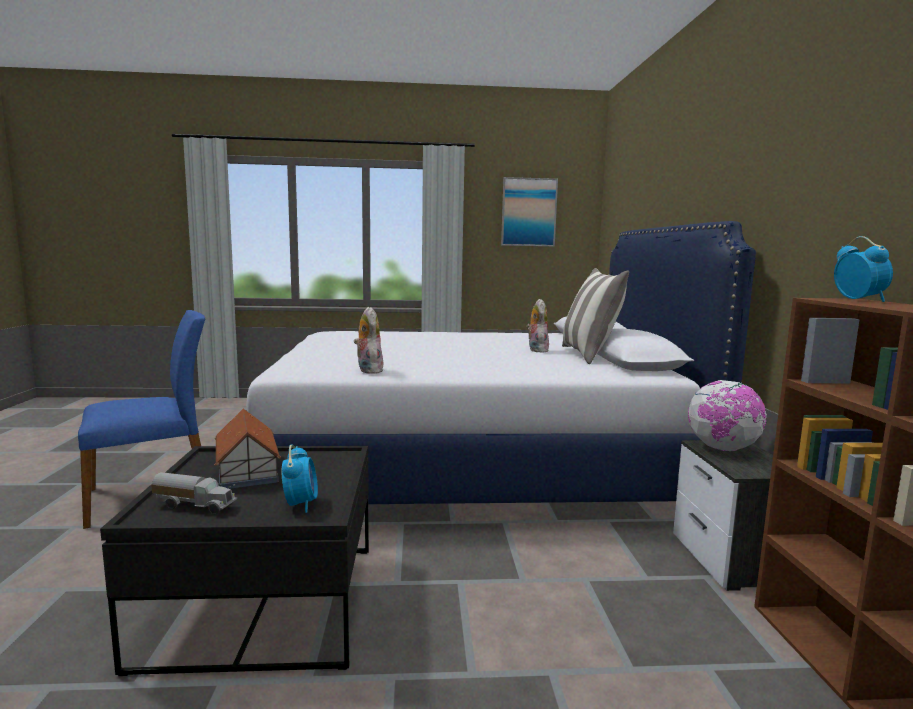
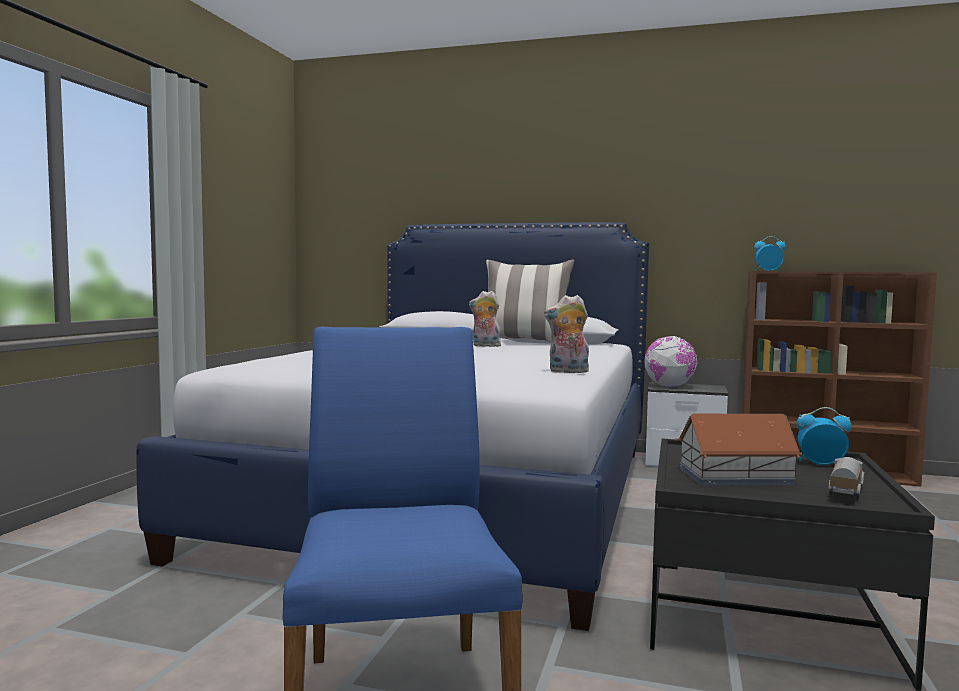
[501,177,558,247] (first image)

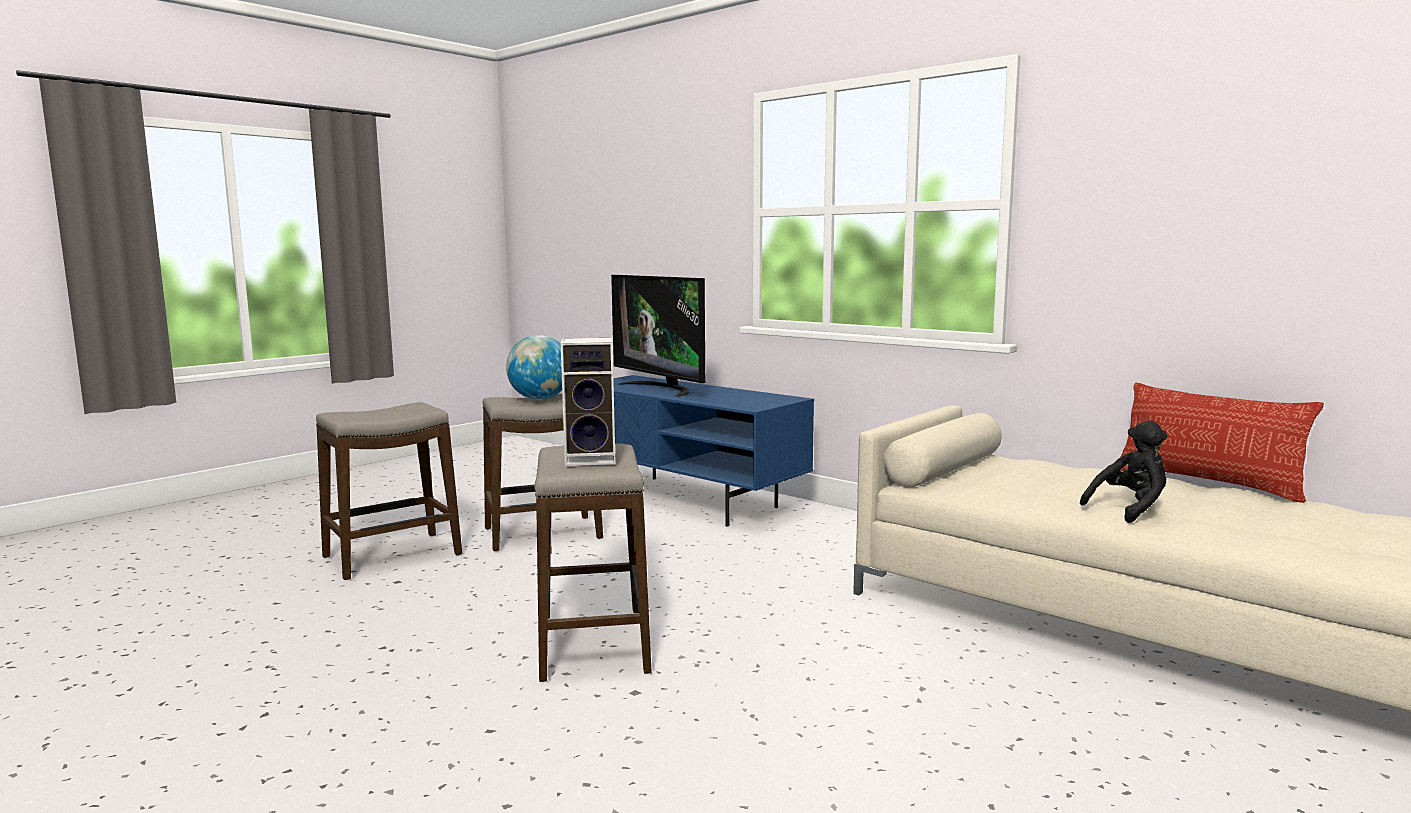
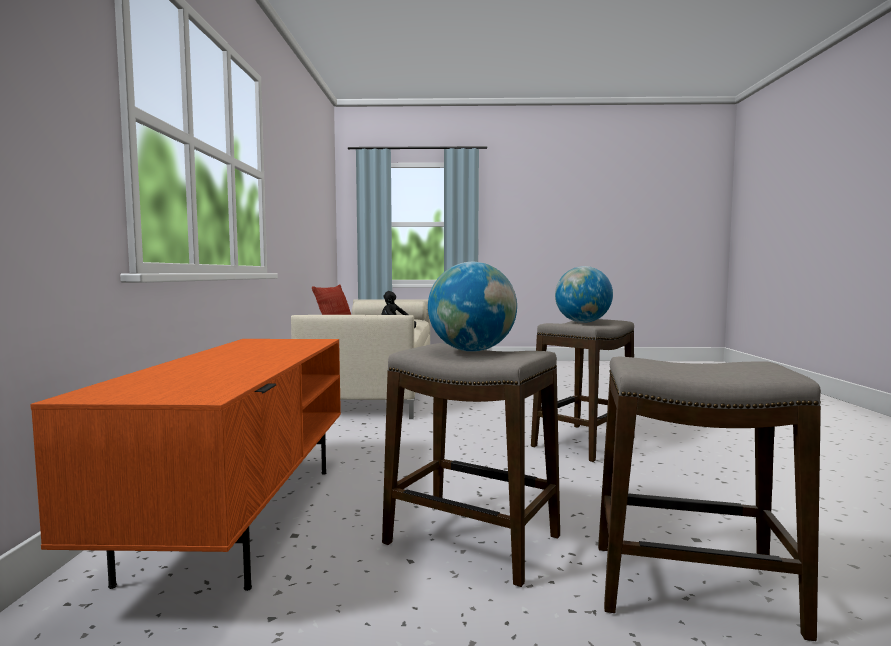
[611,275,705,397] (first image)
[555,266,613,323]
[30,339,341,591]

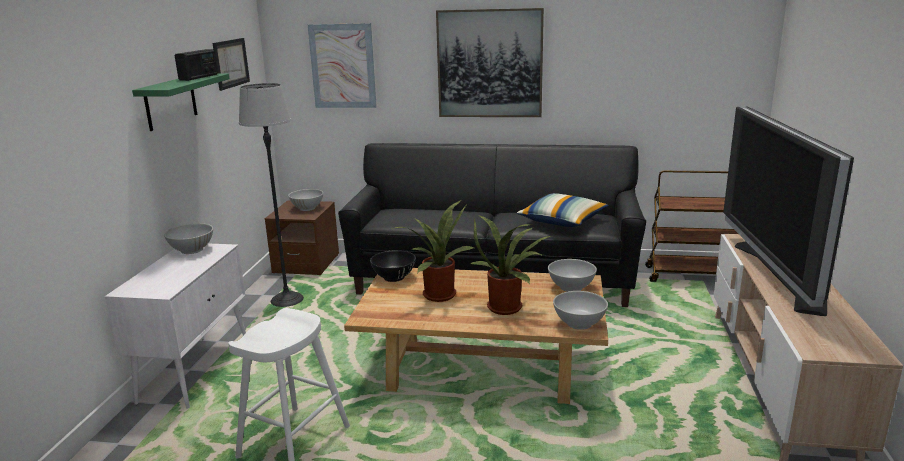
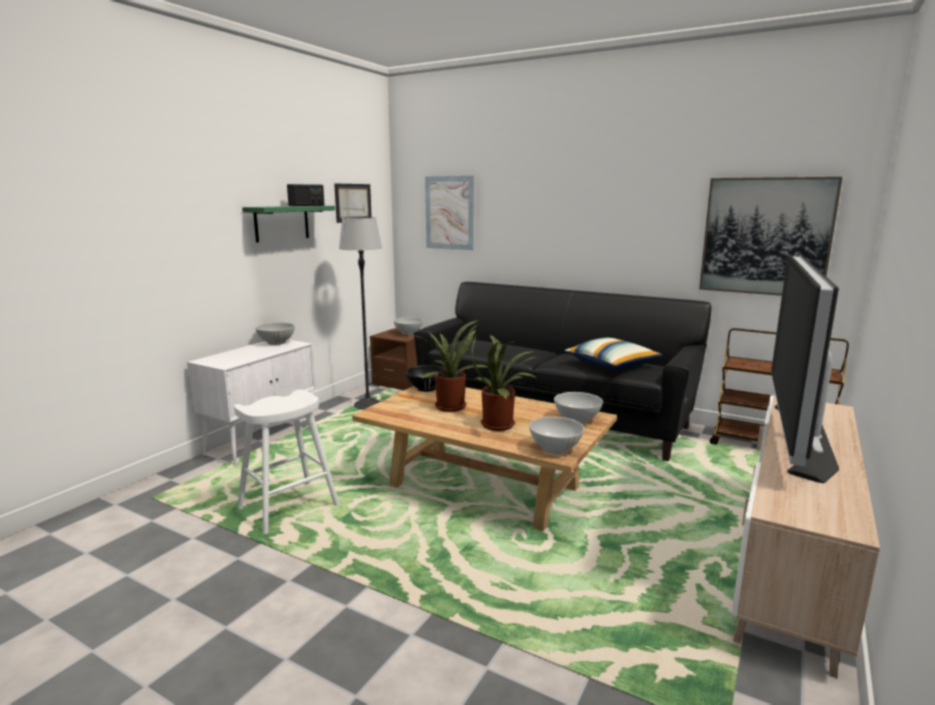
[699,177,843,296]

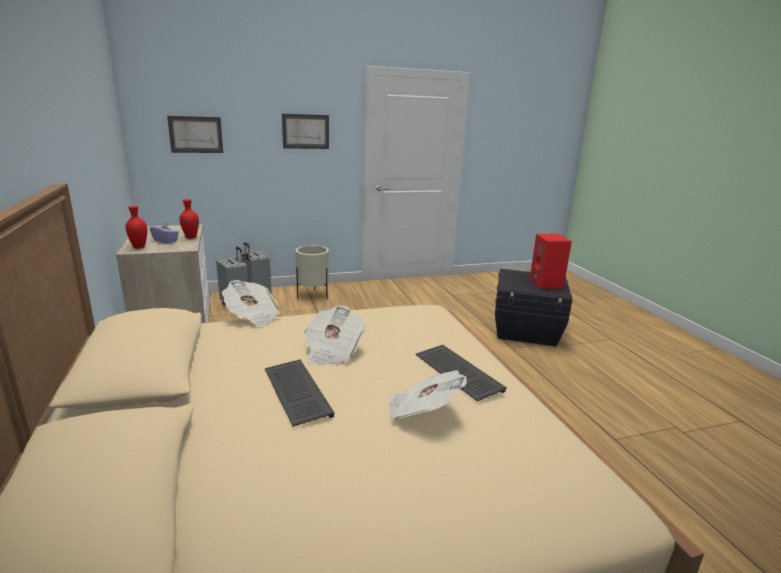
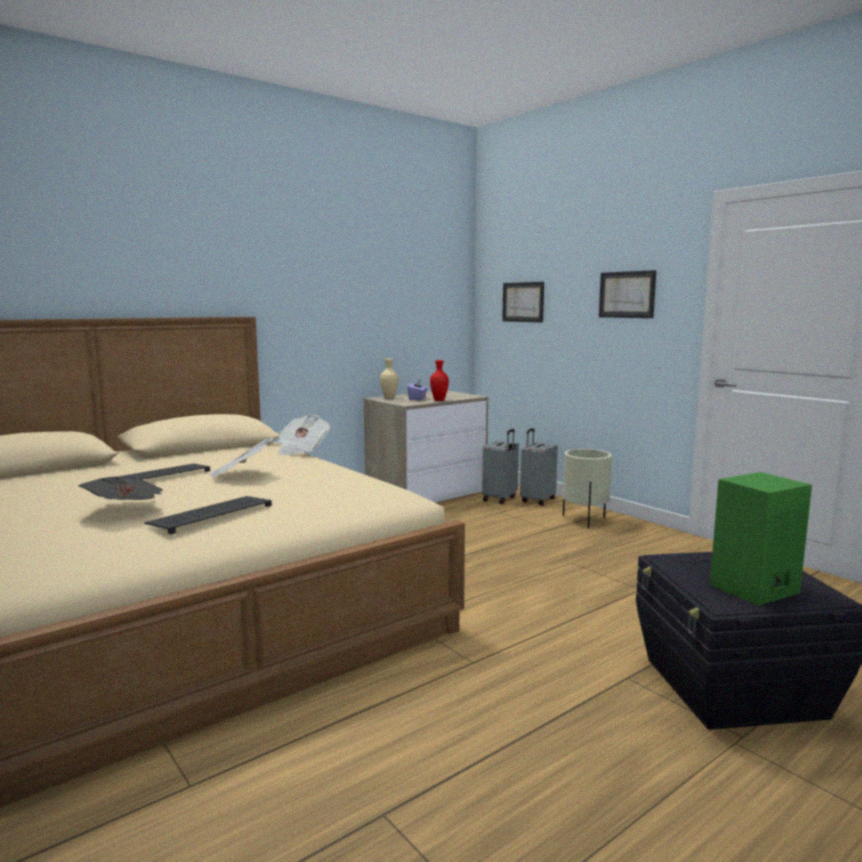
[380,359,398,399]
[710,472,812,606]

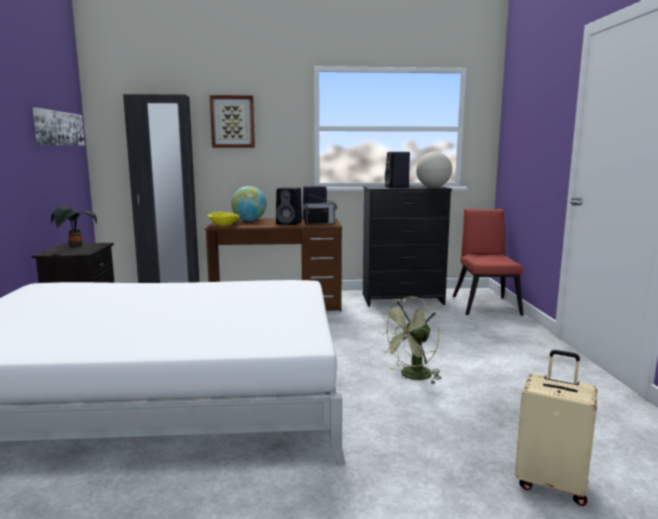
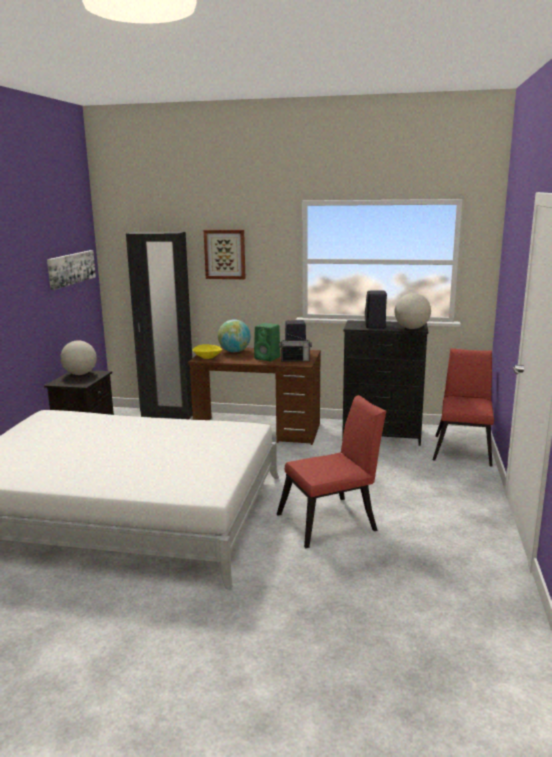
[254,323,280,361]
[60,340,97,375]
[277,395,386,548]
[515,350,597,506] (first image)

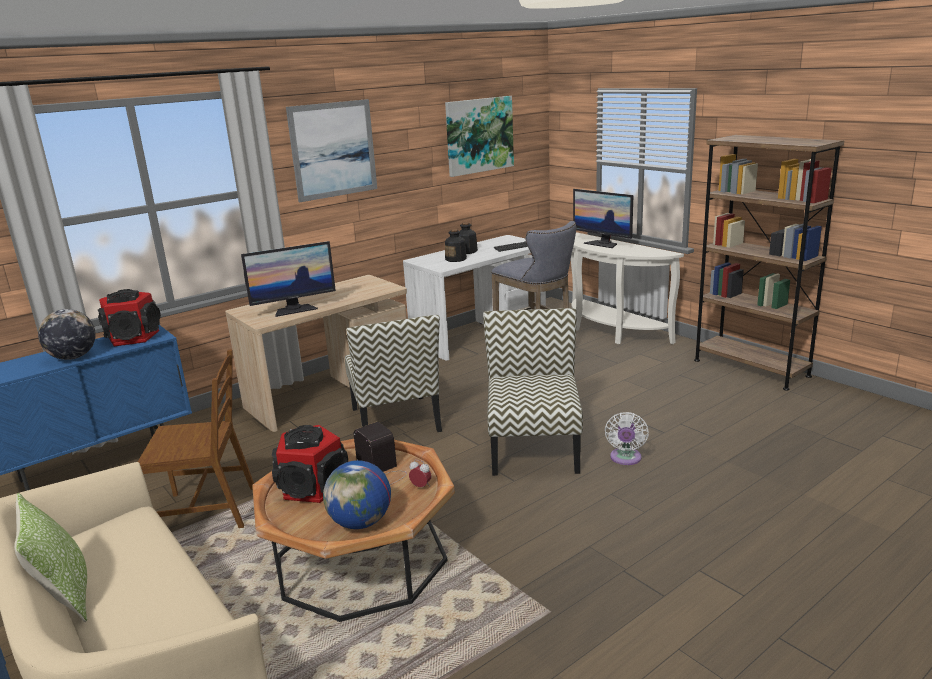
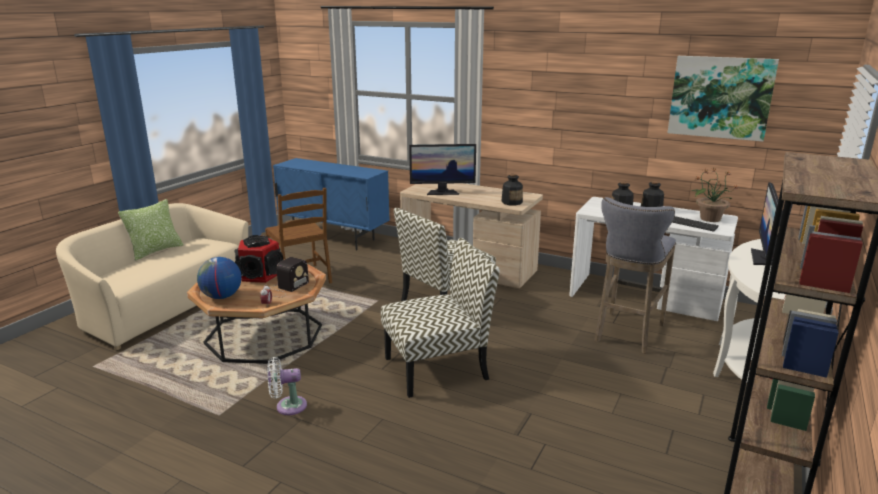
[286,99,377,202] (first image)
[409,144,476,195]
[97,289,161,346] (first image)
[38,309,96,360] (first image)
[267,357,307,415]
[691,168,738,222]
[501,174,523,205]

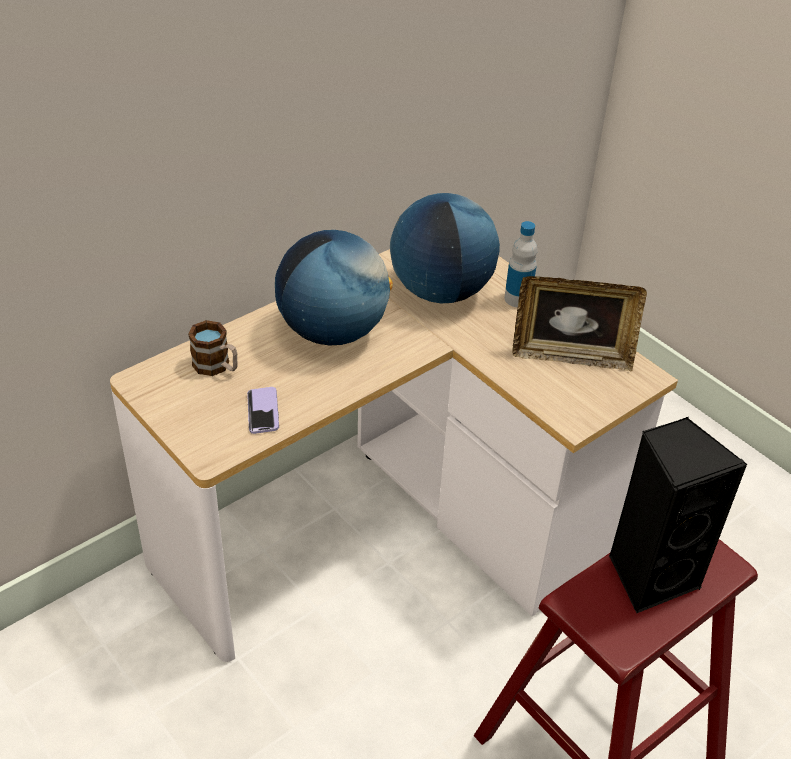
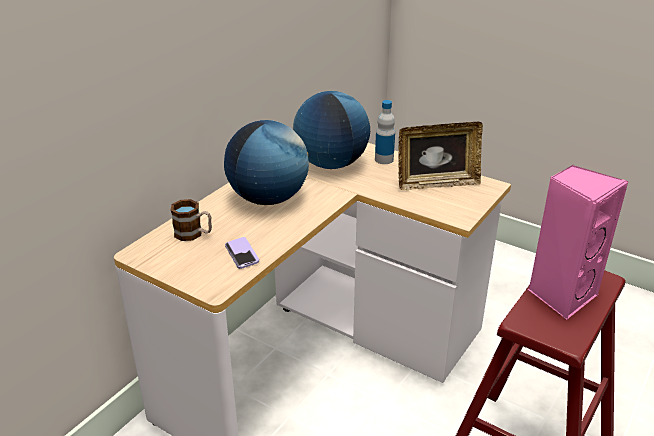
[528,165,628,319]

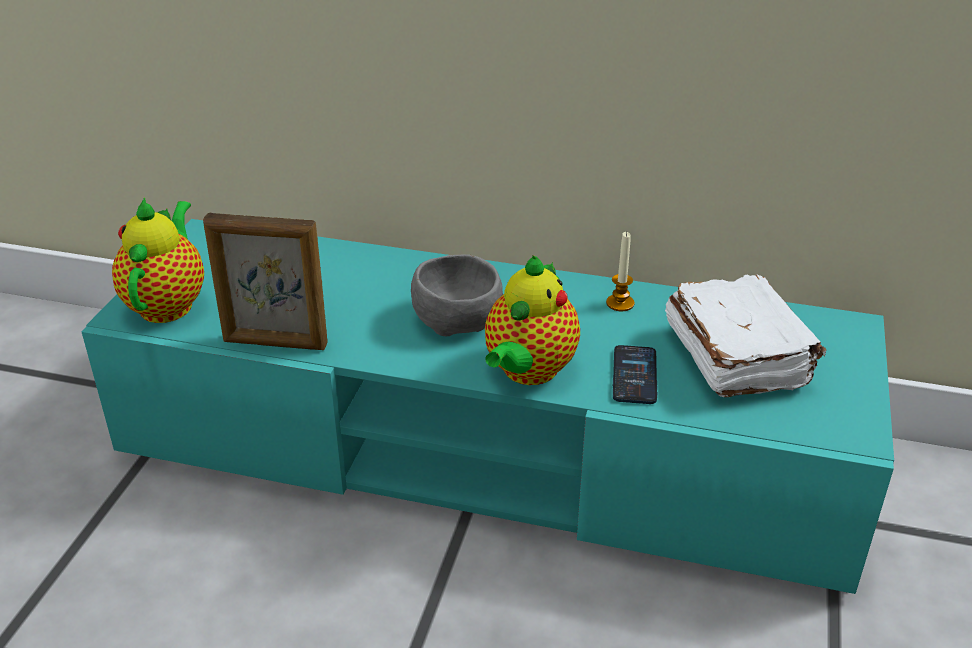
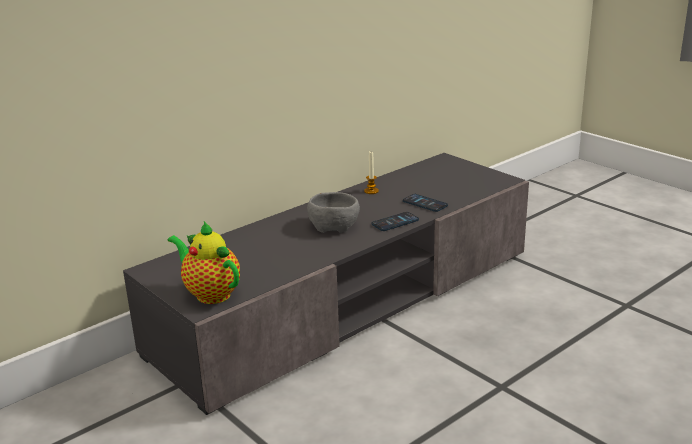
[203,213,328,350] (first image)
[123,153,529,415]
[372,212,419,231]
[665,274,826,397] (first image)

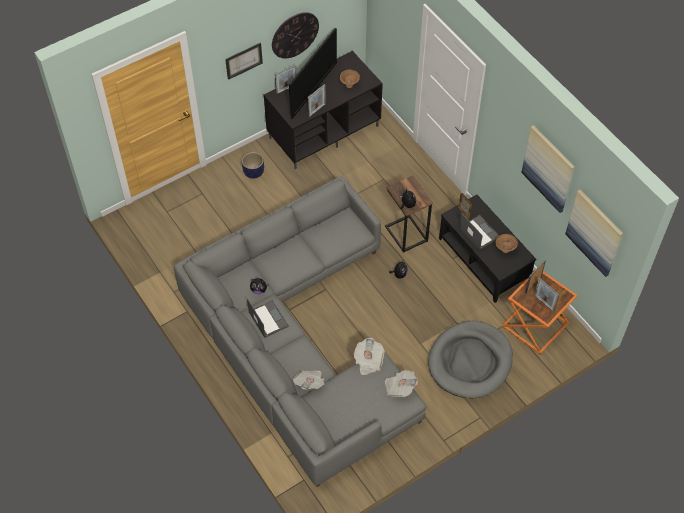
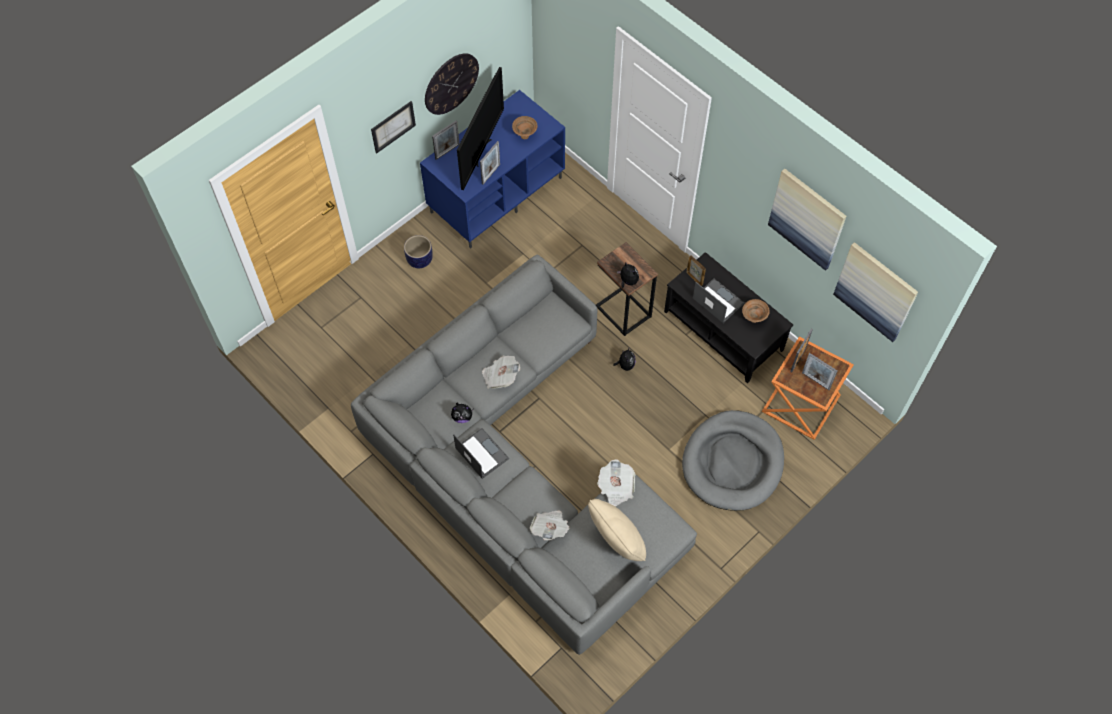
[420,90,565,249]
[482,356,520,389]
[588,499,646,561]

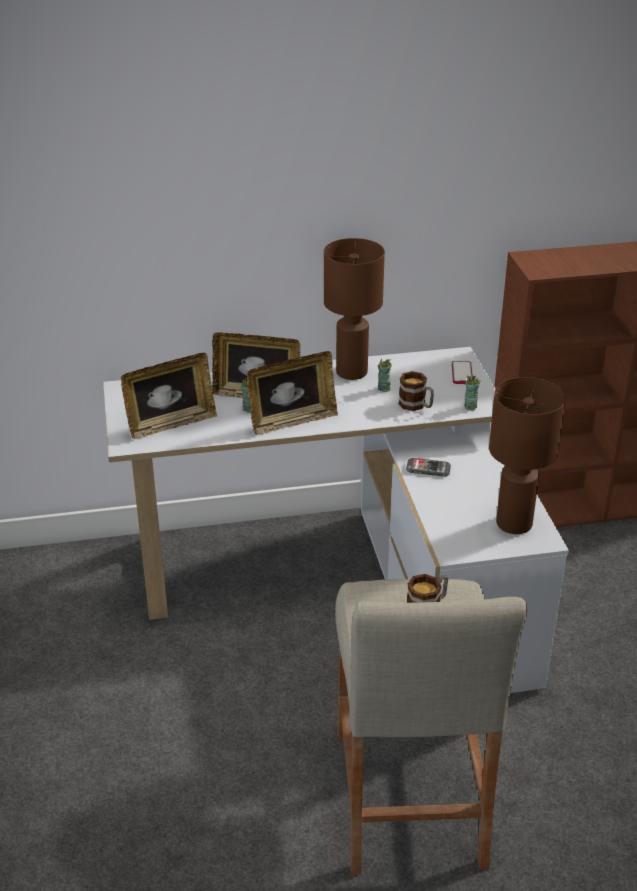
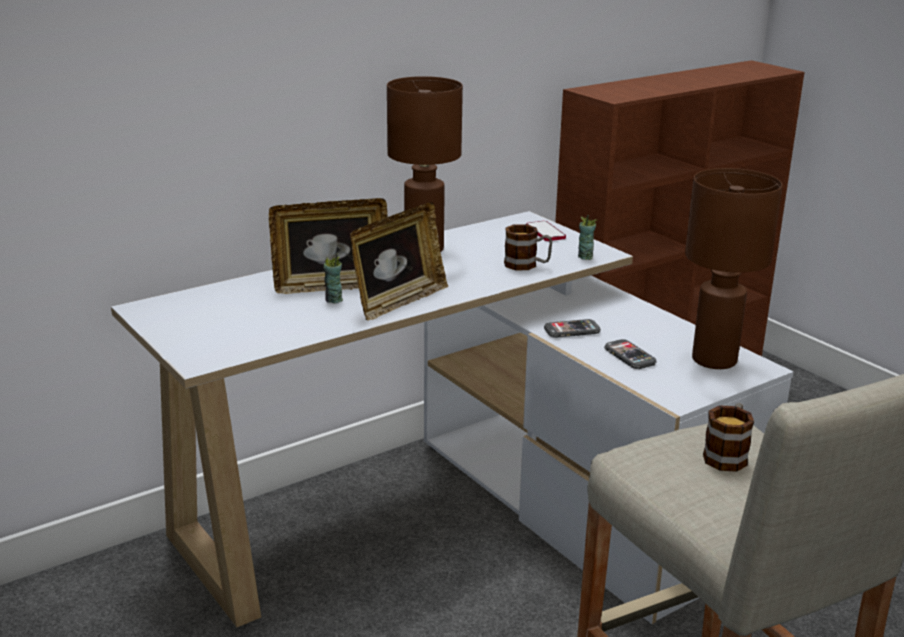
[121,353,217,439] (first image)
[378,358,392,392] (first image)
[604,339,657,369]

